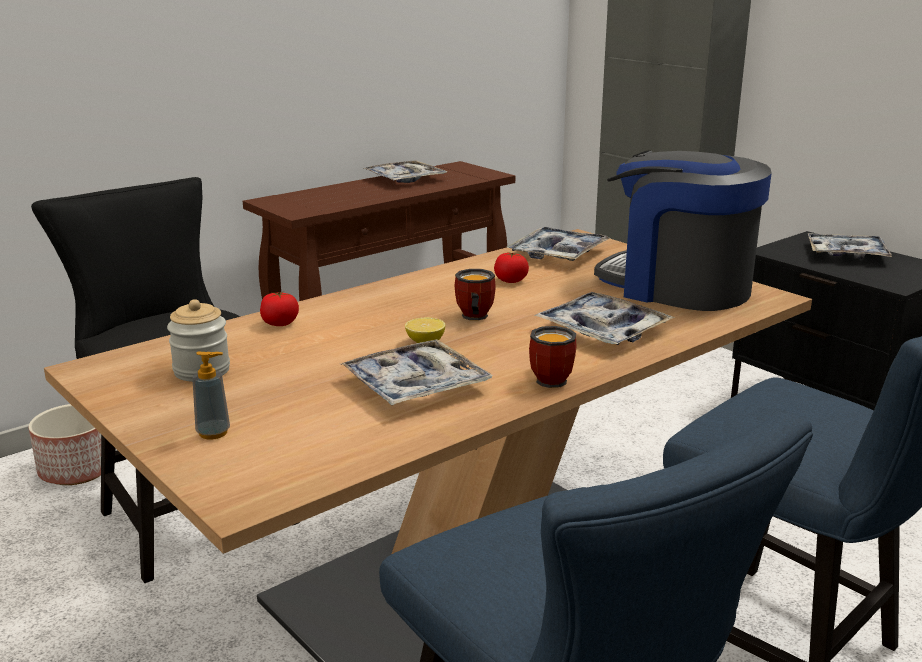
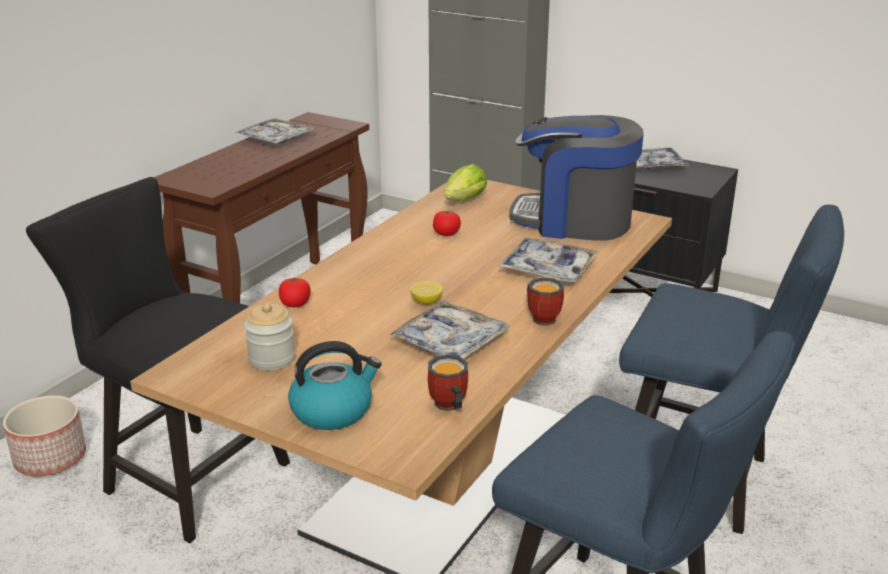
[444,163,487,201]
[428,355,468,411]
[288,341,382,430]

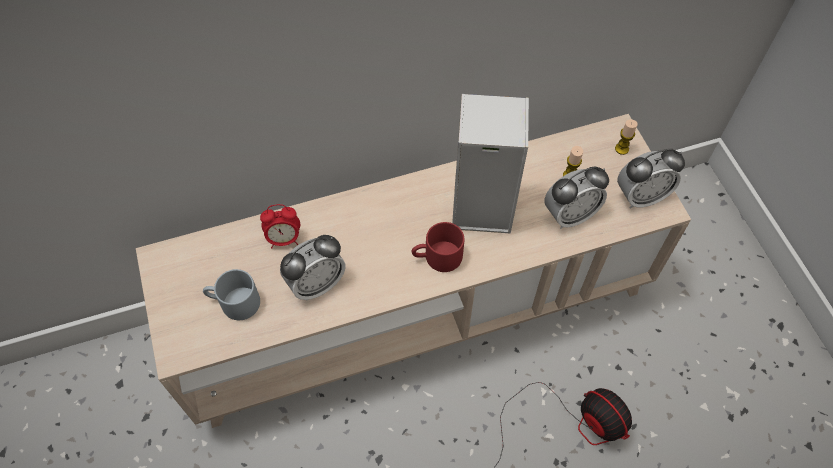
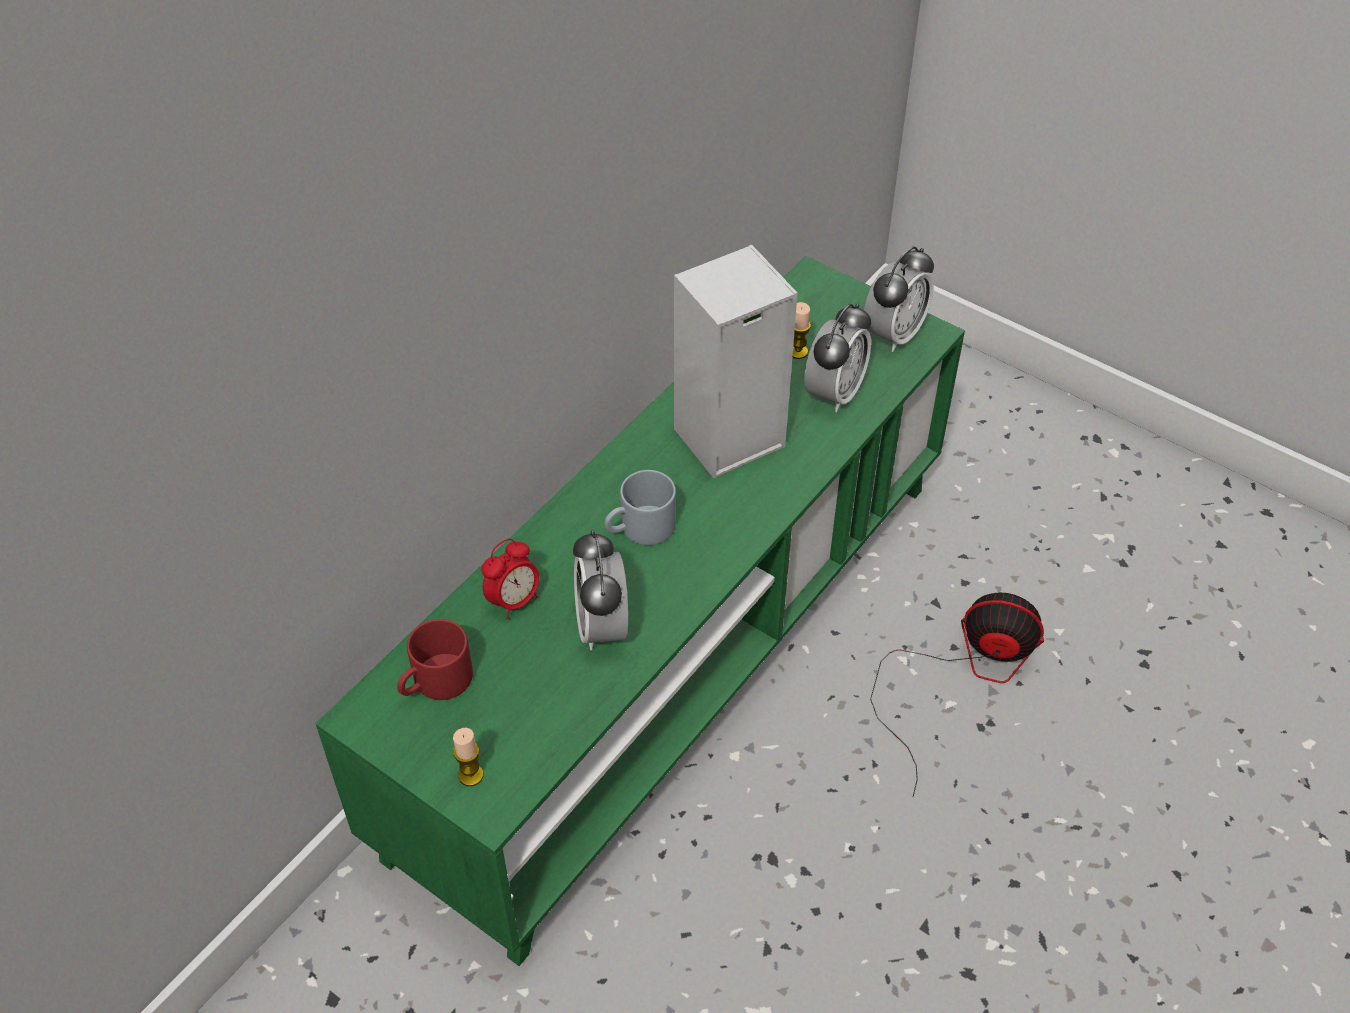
[315,256,965,966]
[453,728,484,786]
[397,619,473,700]
[573,530,628,650]
[604,470,676,545]

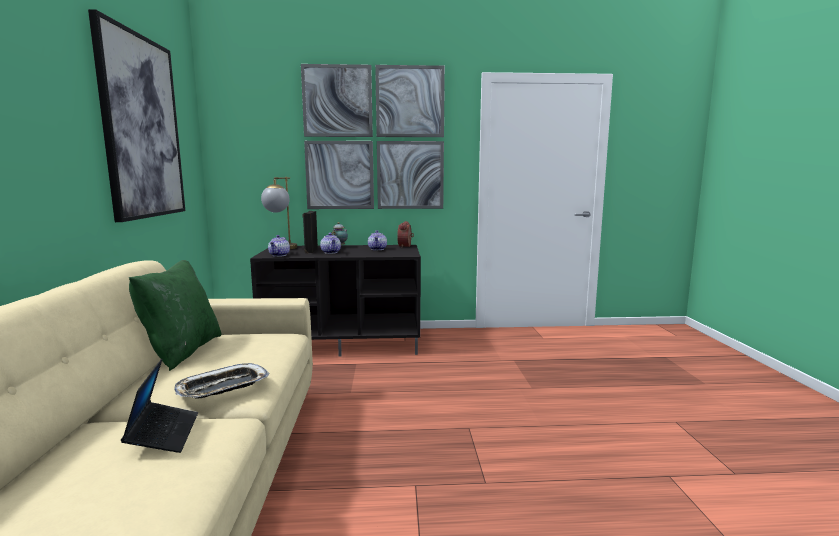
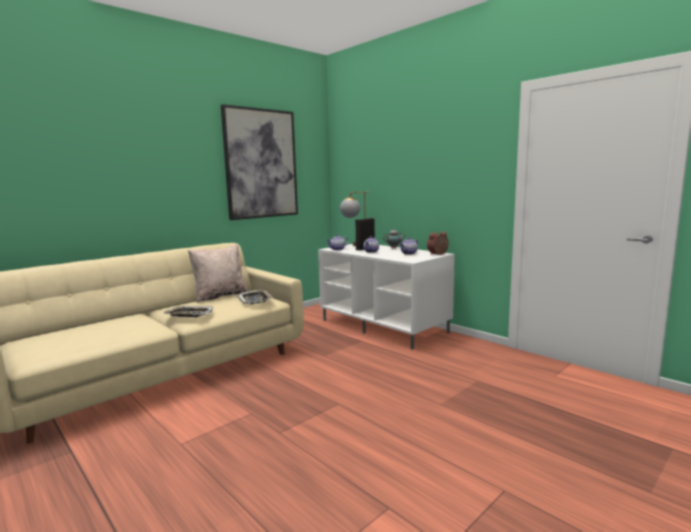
[301,64,445,209] (first image)
[318,244,455,350]
[188,244,248,303]
[121,359,198,453] (first image)
[237,290,273,304]

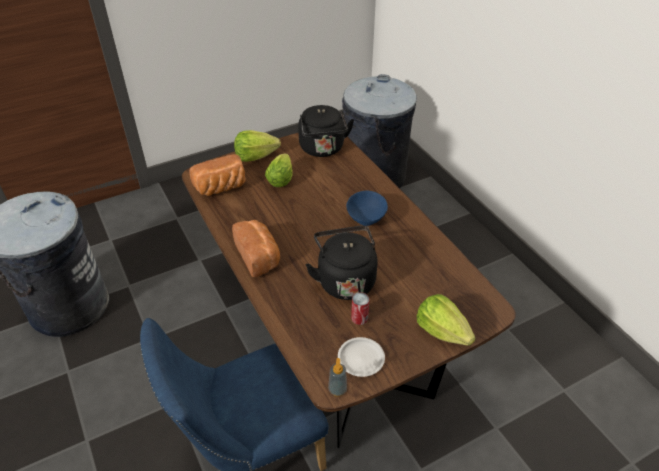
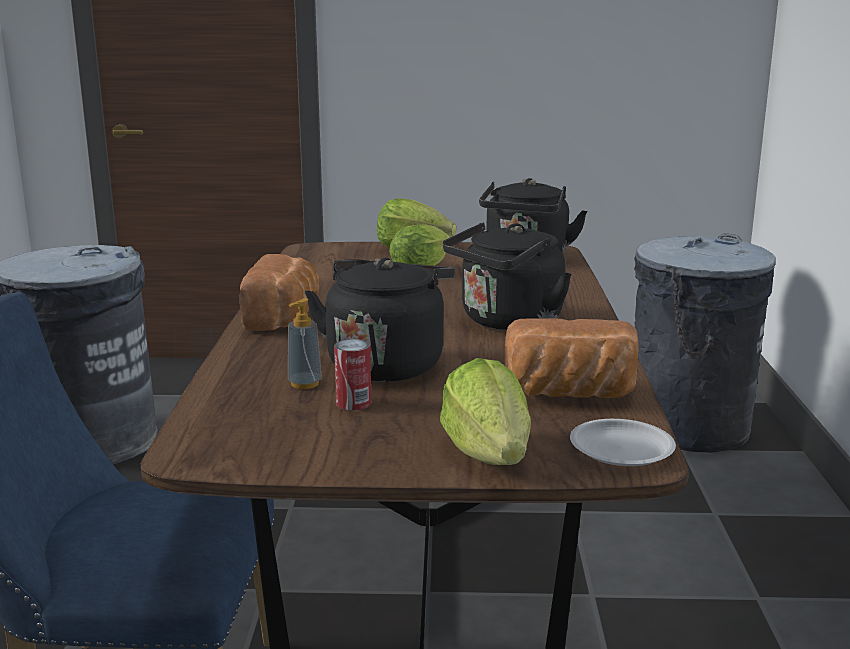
[505,318,639,398]
[443,222,572,330]
[570,419,676,466]
[288,298,322,389]

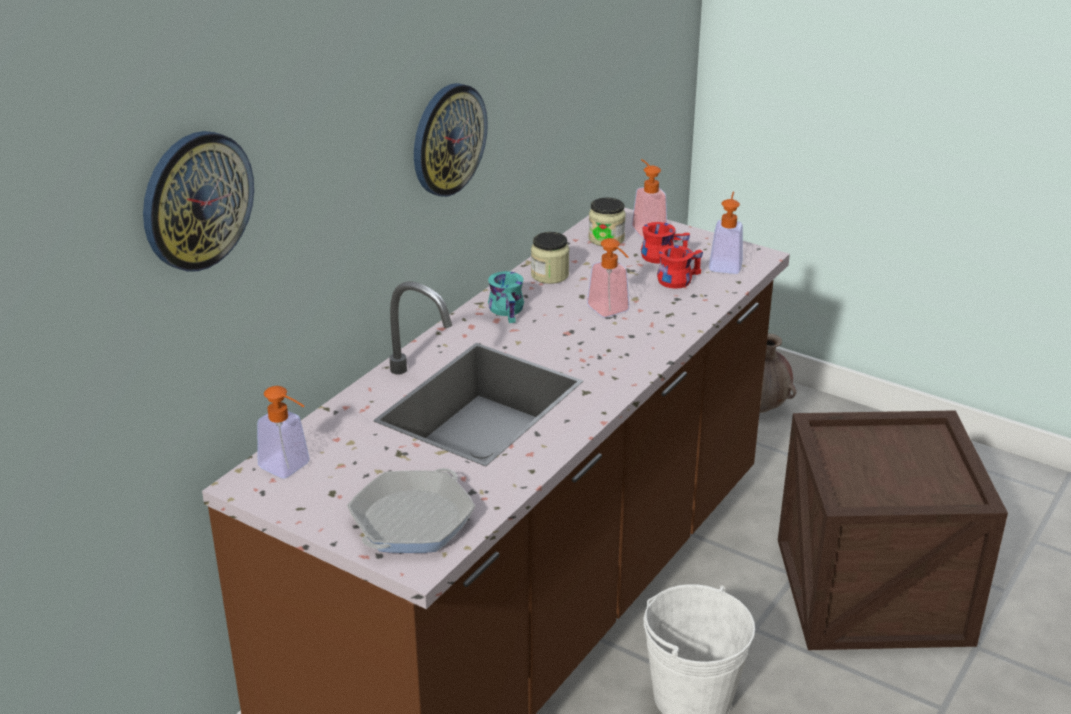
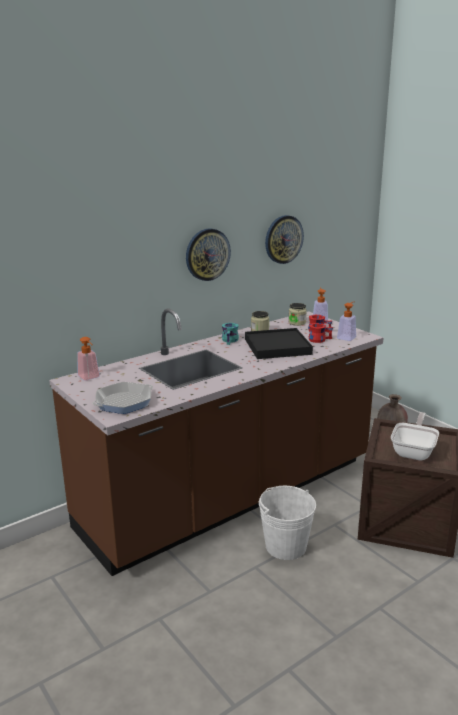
[265,215,304,264]
[245,328,313,359]
[391,412,439,461]

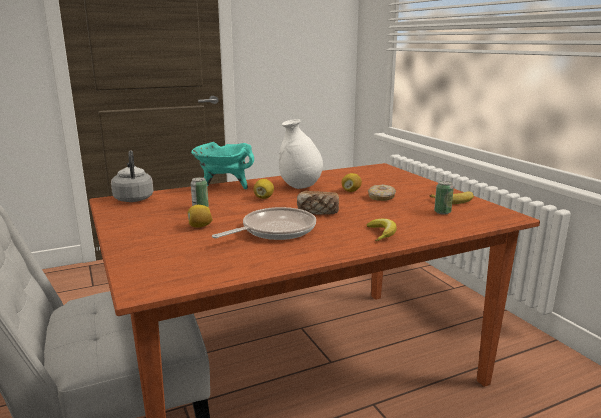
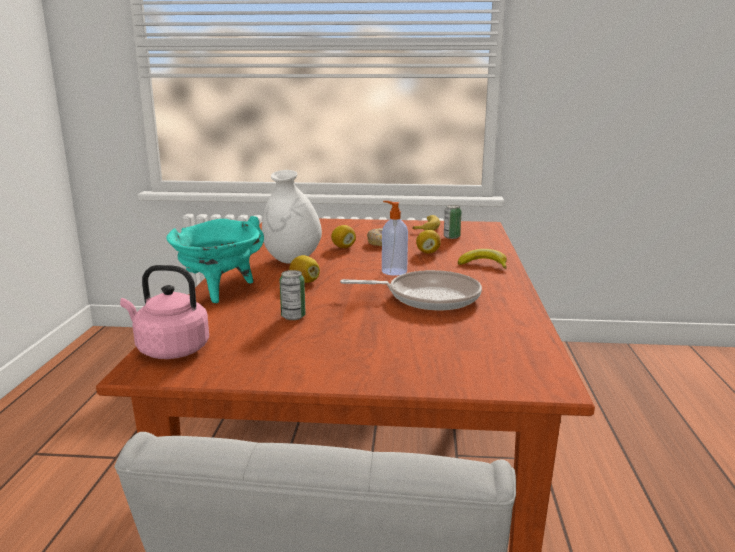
[120,265,209,359]
[382,201,408,276]
[416,230,441,254]
[340,270,482,310]

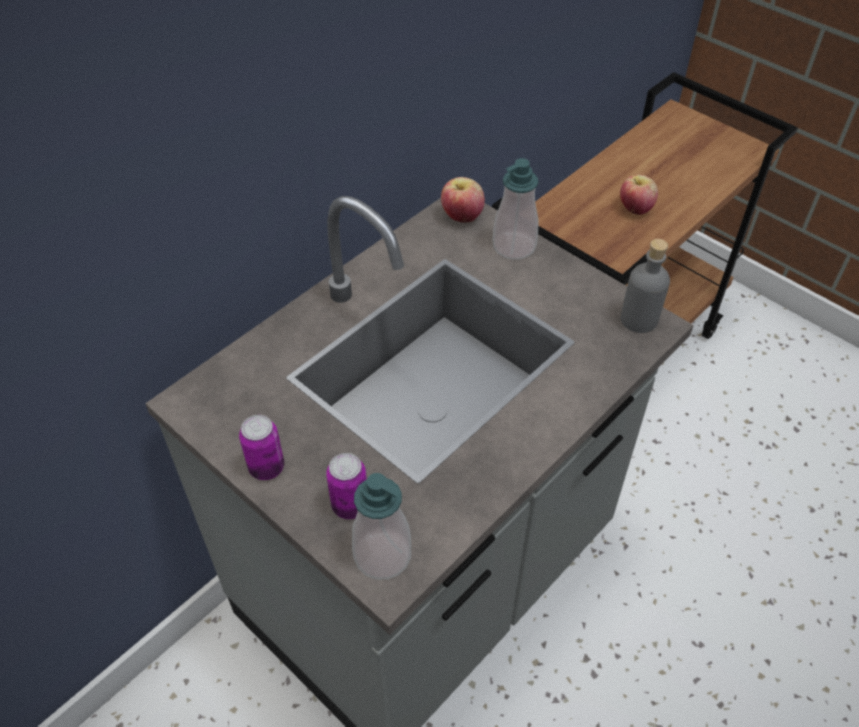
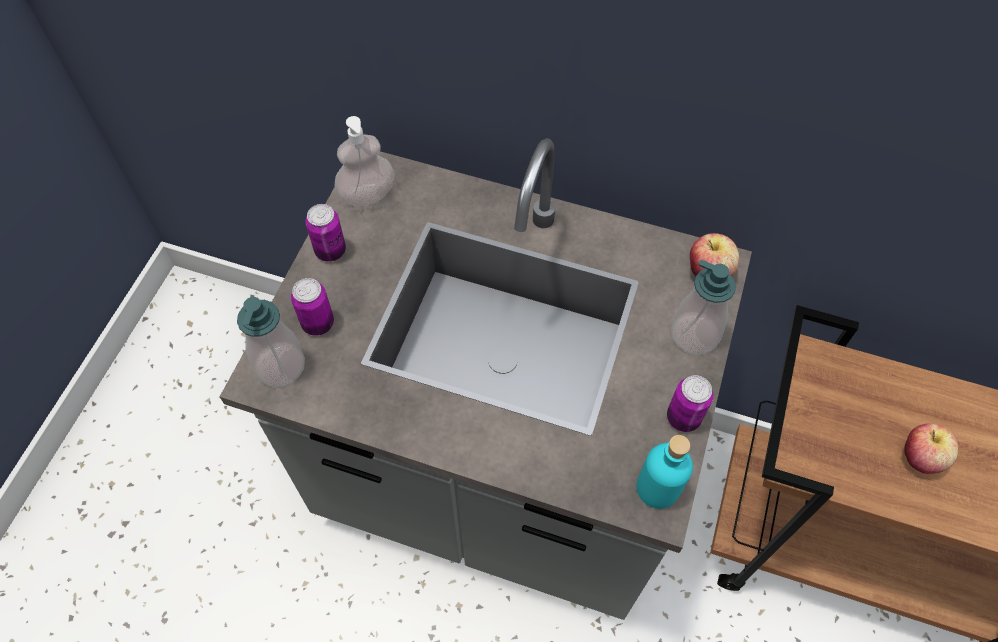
[636,435,693,509]
[334,116,395,206]
[667,375,713,432]

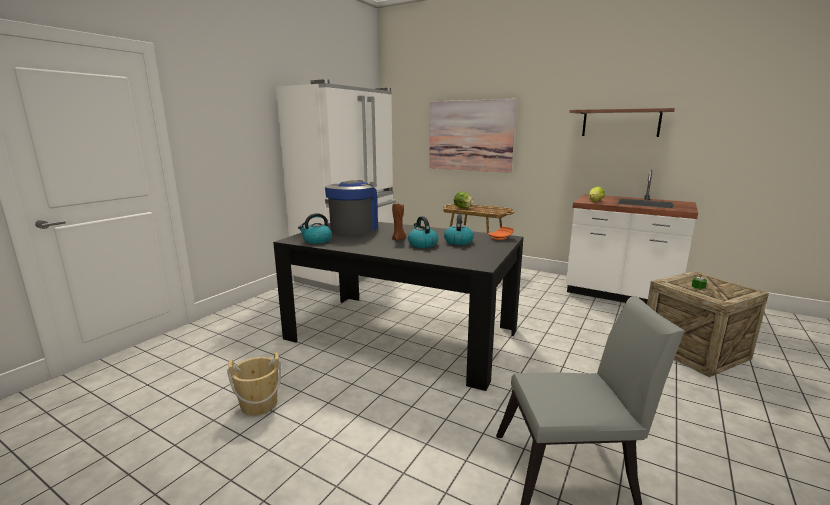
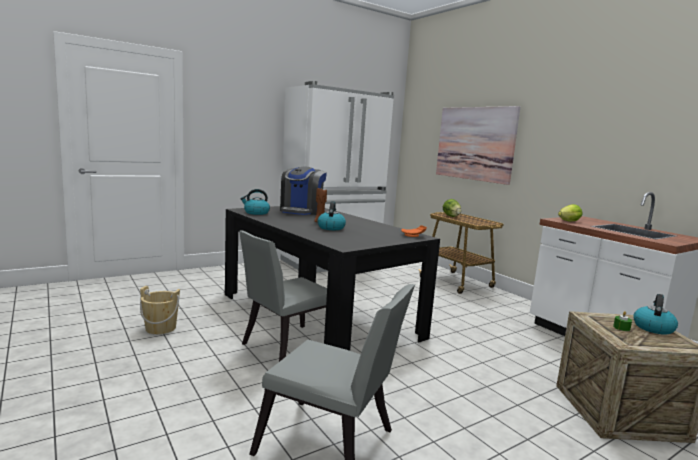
[569,108,675,137] (first image)
[280,166,327,215]
[633,294,678,335]
[239,230,327,362]

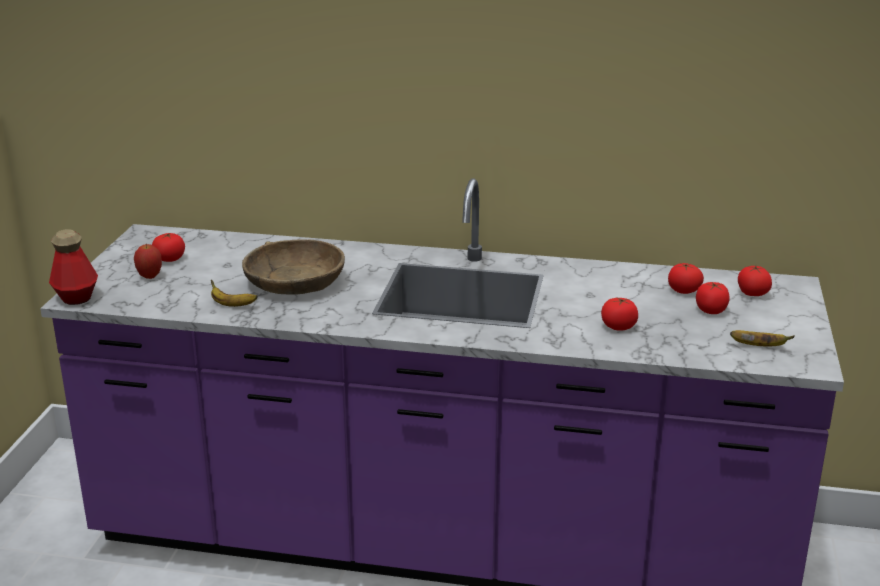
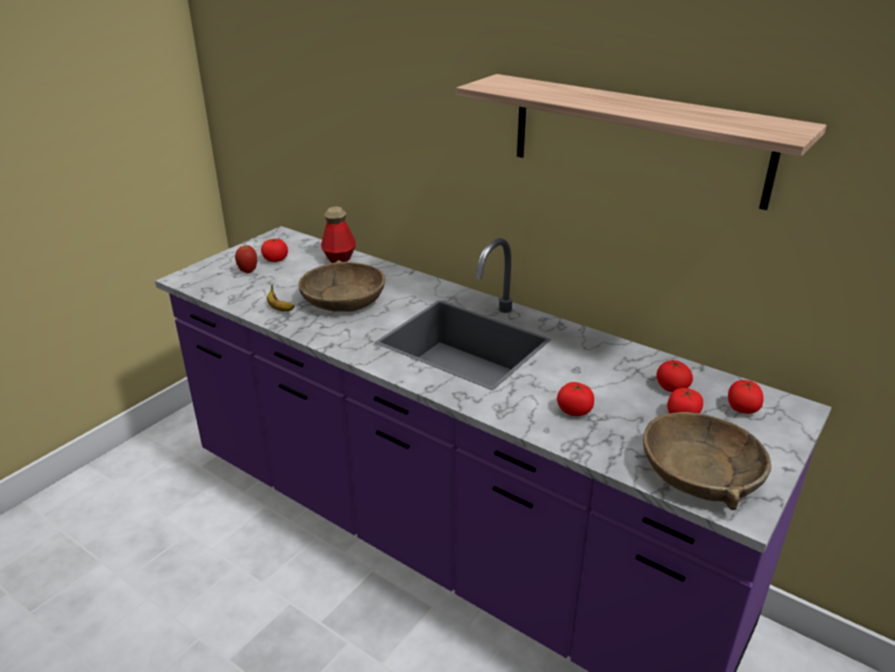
[321,206,356,263]
[643,412,771,510]
[456,74,827,210]

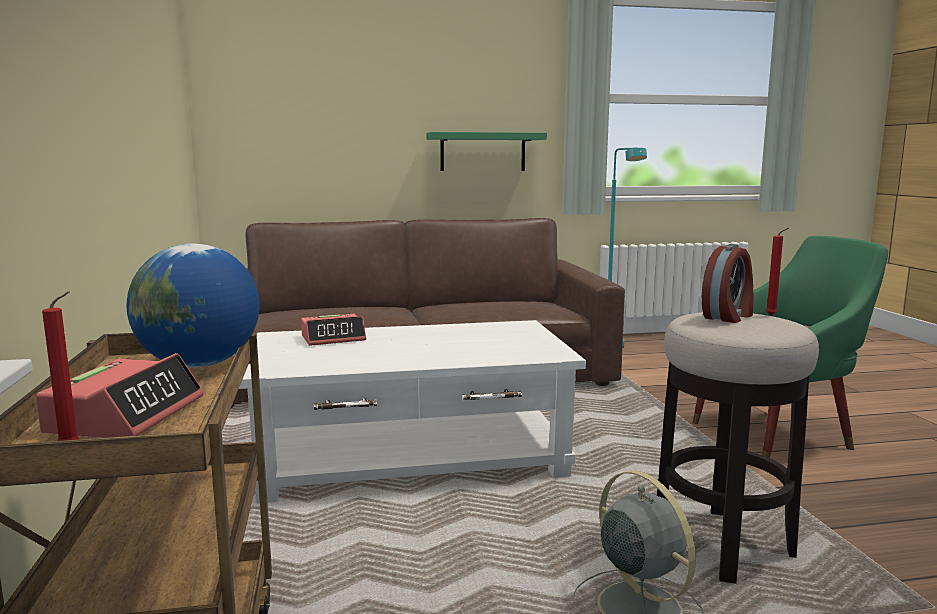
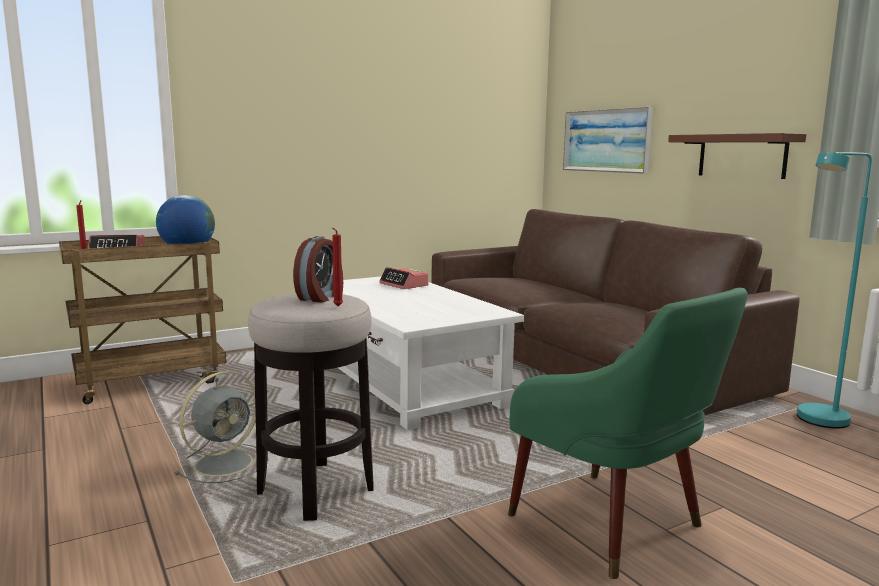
[668,133,806,179]
[293,236,343,303]
[563,107,653,174]

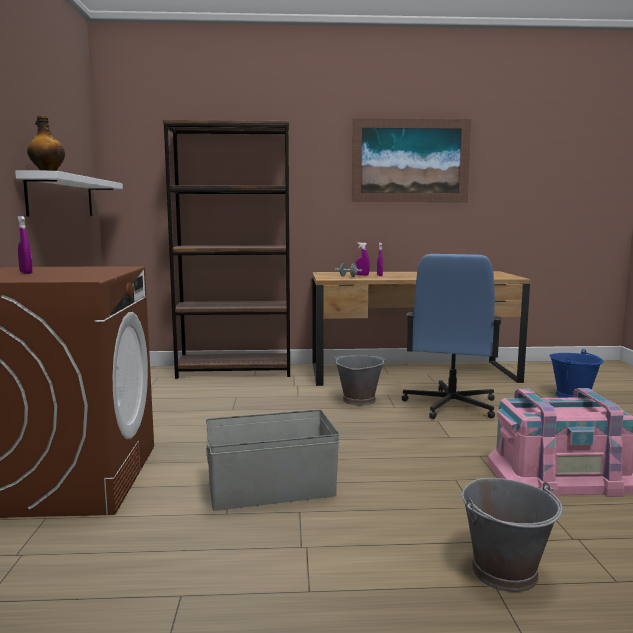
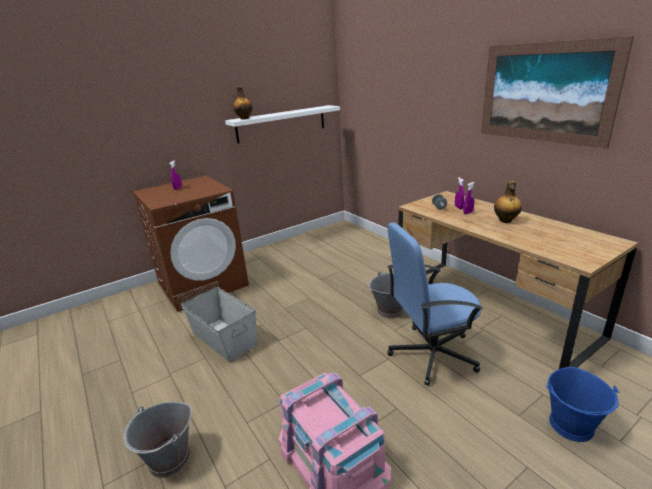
[163,119,290,379] (first image)
[494,181,522,223]

